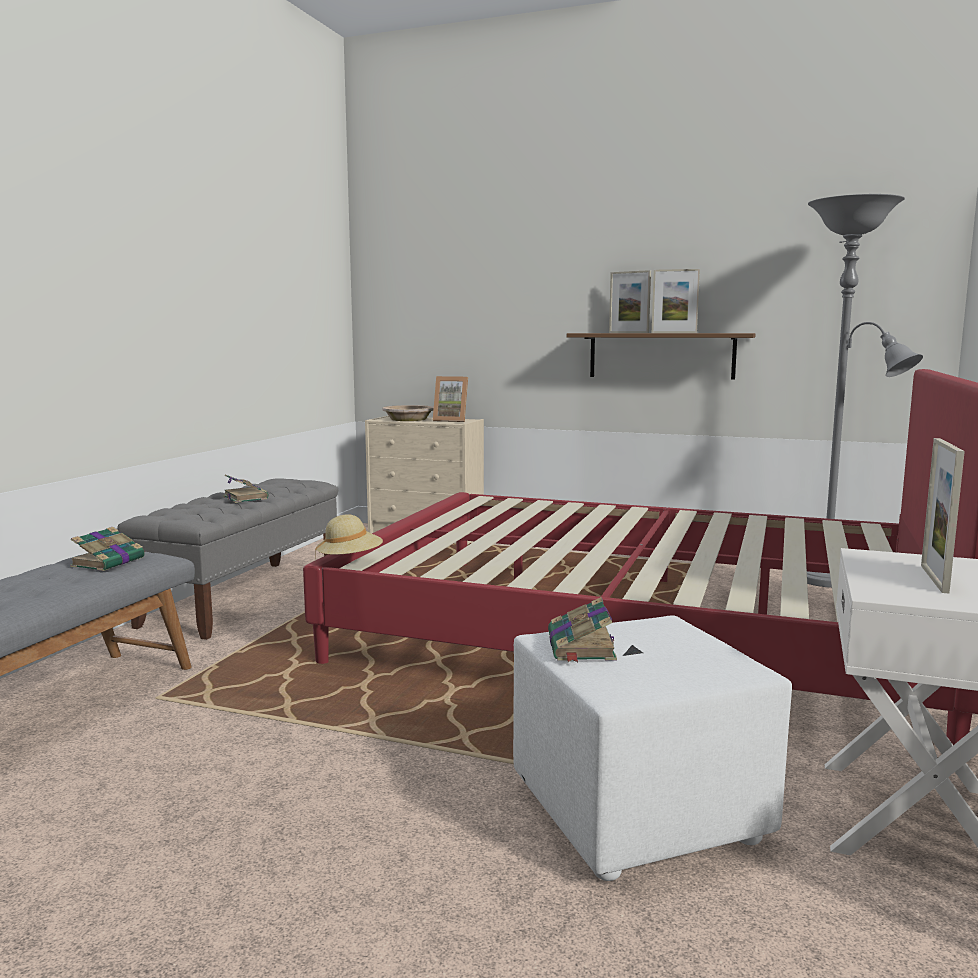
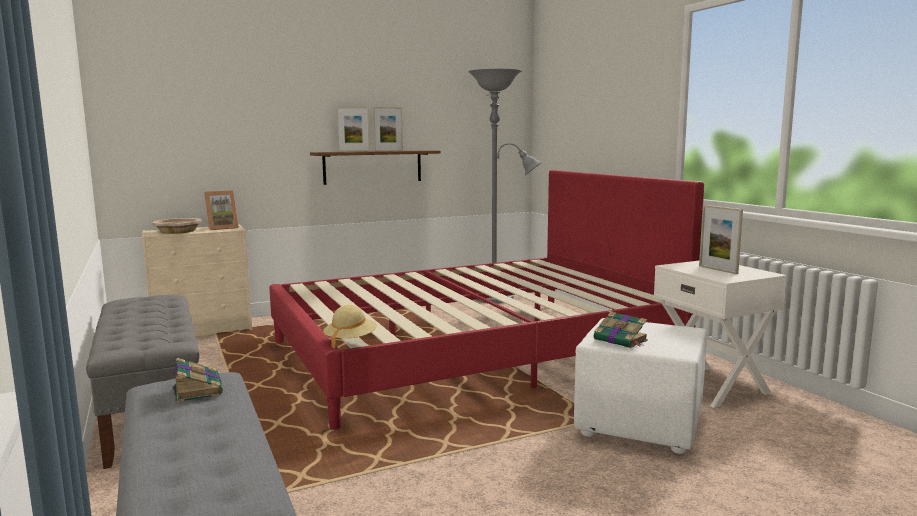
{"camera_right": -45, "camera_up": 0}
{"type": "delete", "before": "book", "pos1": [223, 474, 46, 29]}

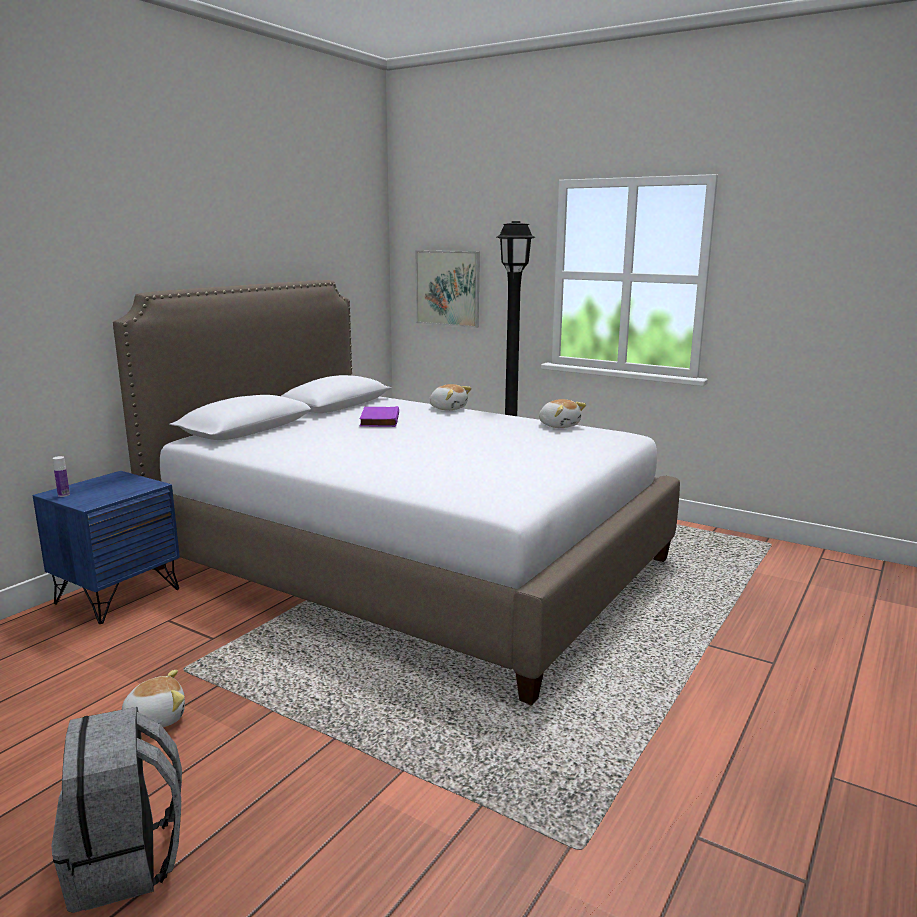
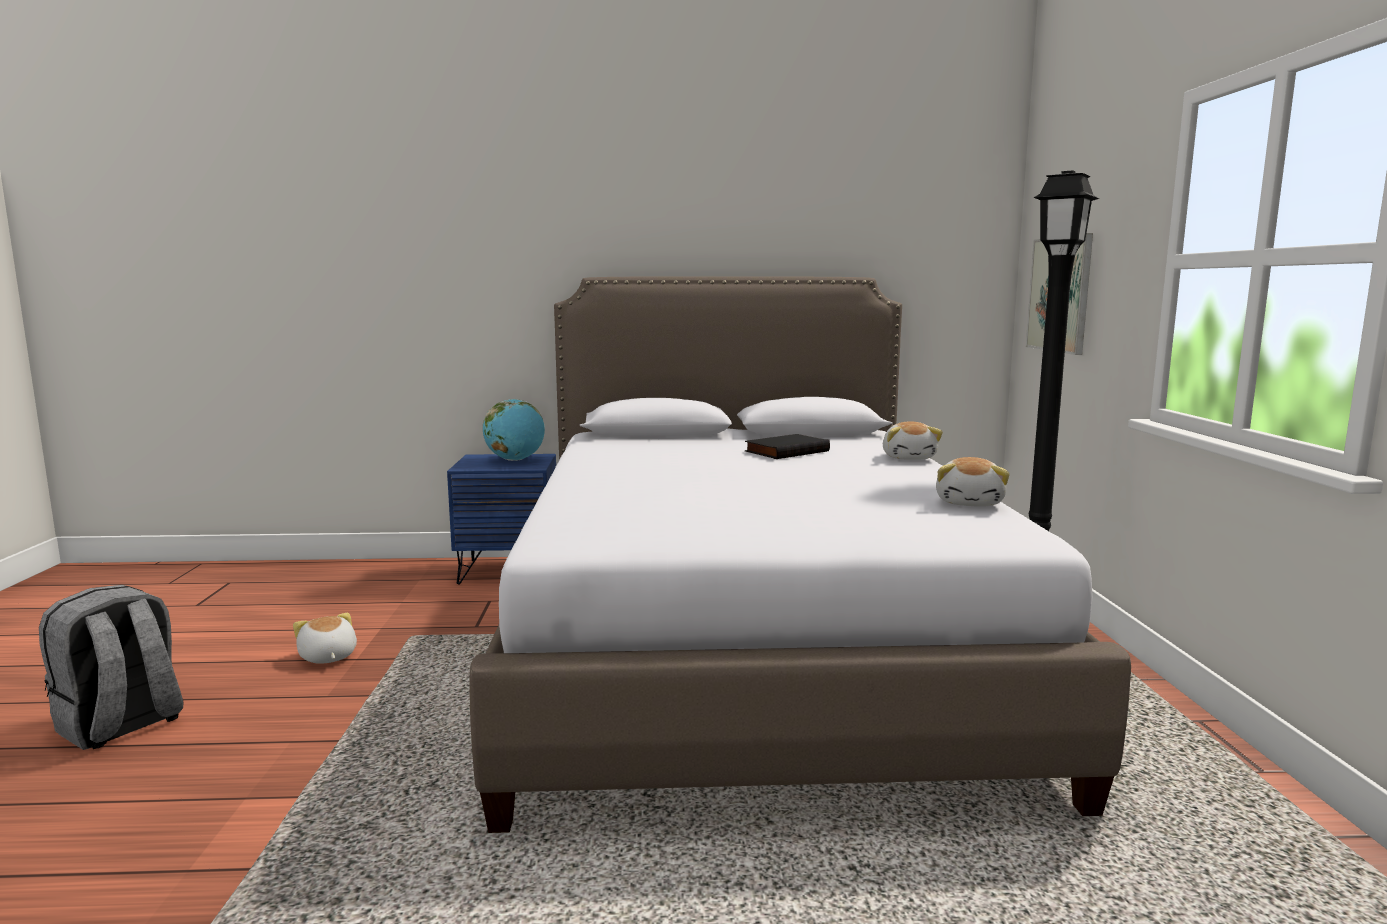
{"camera_right": 55, "camera_up": -5}
{"type": "recolor", "before": "purple-coloured book", "after": "black-coloured book", "pos1": [359, 406, 40, 21], "pos2": [745, 434, 85, 25]}
{"type": "delete", "before": "bottle", "pos1": [53, 456, 17, 41]}
{"type": "rotate", "before": "soft toy", "pos1": [122, 670, 63, 57], "pos2": [293, 613, 64, 51], "turn": -150}
{"type": "insert", "after": "globe", "pos2": [483, 399, 62, 62]}

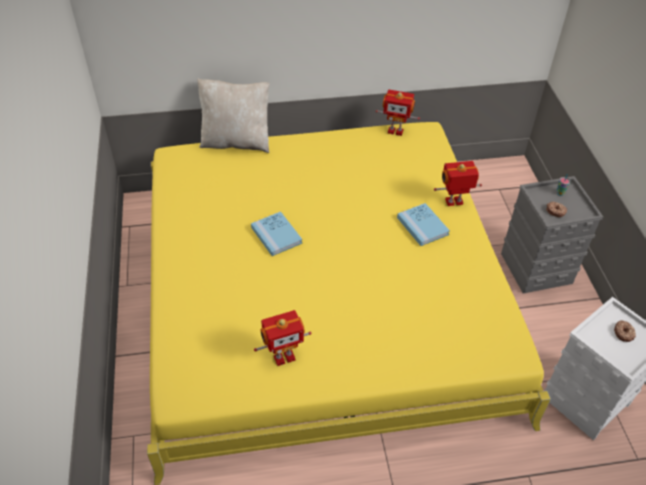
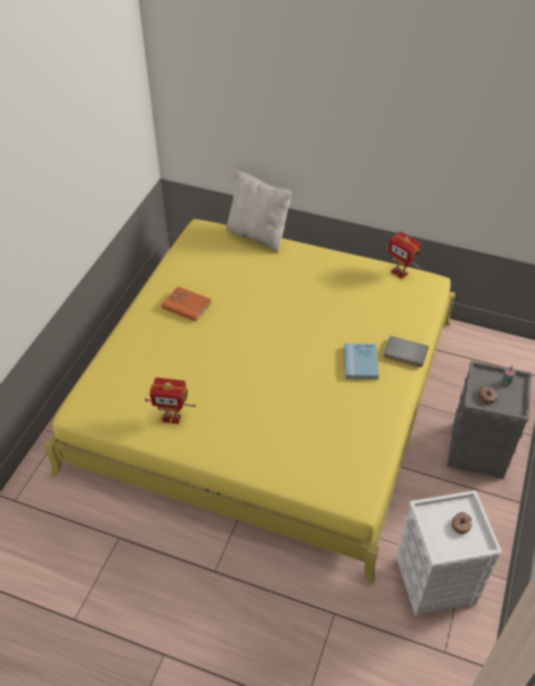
{"camera_right": 30, "camera_up": 0}
{"type": "replace", "before": "robot figure", "after": "greyish book", "pos1": [434, 161, 48, 45], "pos2": [384, 336, 45, 31]}
{"type": "delete", "before": "bluish book", "pos1": [251, 211, 51, 45]}
{"type": "insert", "after": "orange book", "pos2": [161, 286, 50, 36]}

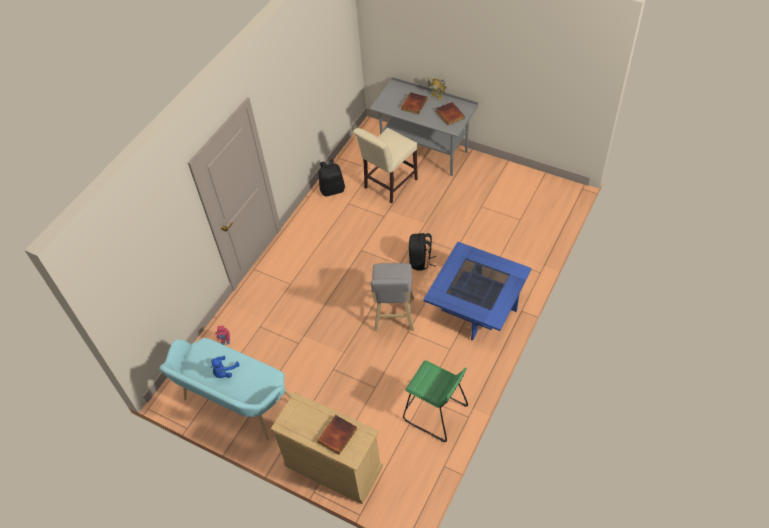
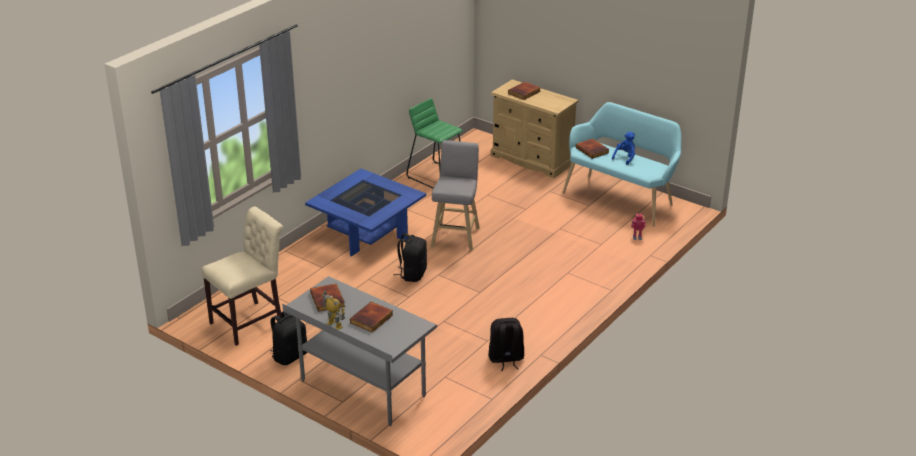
{"camera_right": -175, "camera_up": -20}
{"type": "move", "before": "beige-coloured chair", "pos1": [353, 127, 65, 76], "pos2": [202, 207, 81, 139]}
{"type": "insert", "after": "book", "pos2": [576, 139, 33, 20]}
{"type": "insert", "after": "black-coloured knapsack", "pos2": [270, 311, 37, 54]}

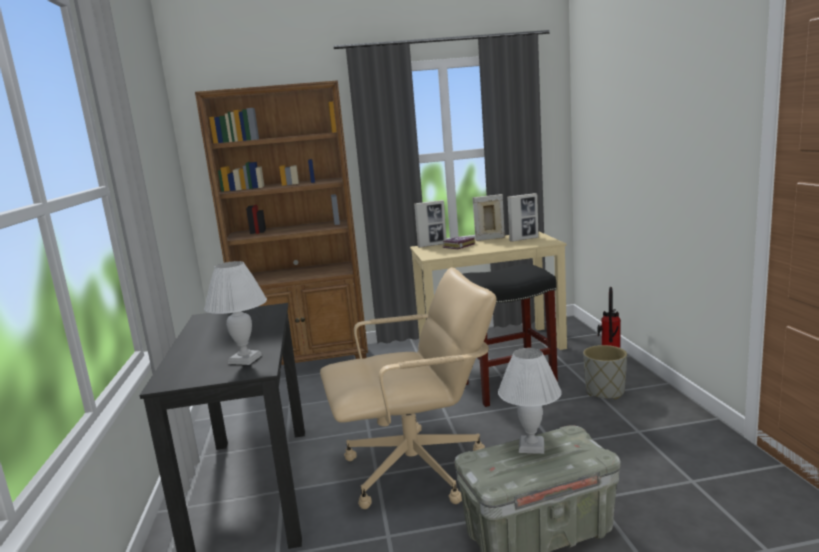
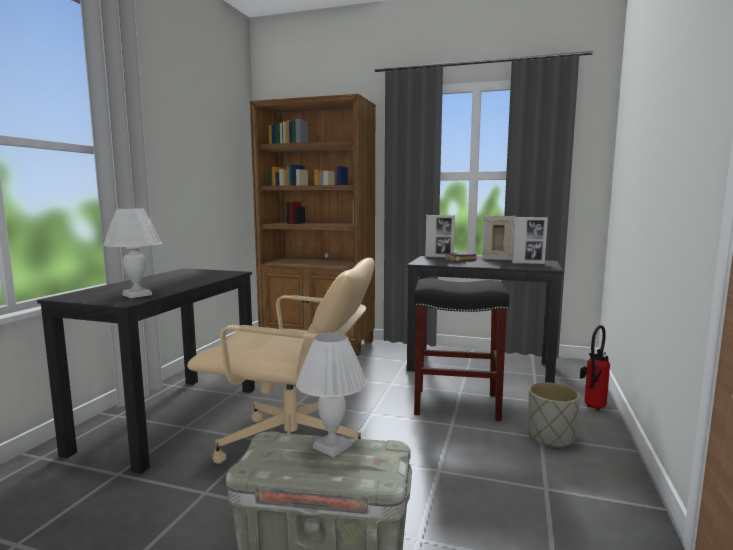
{"camera_right": 25, "camera_up": -5}
{"type": "recolor", "before": "beige-coloured desk", "after": "black-coloured desk", "pos1": [410, 232, 157, 118], "pos2": [407, 256, 157, 127]}

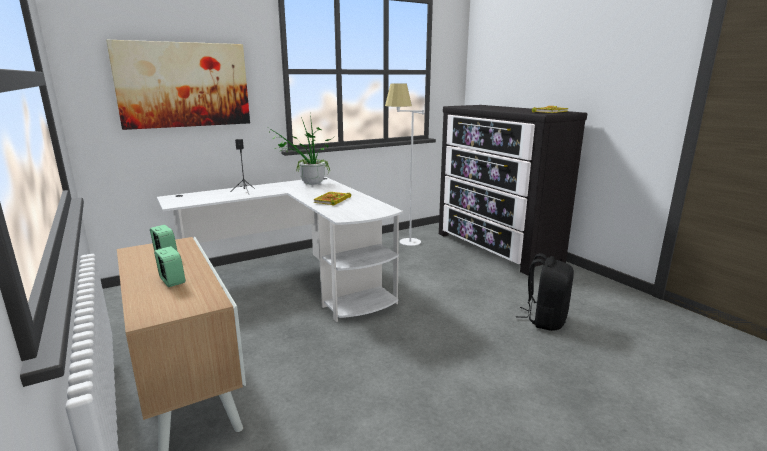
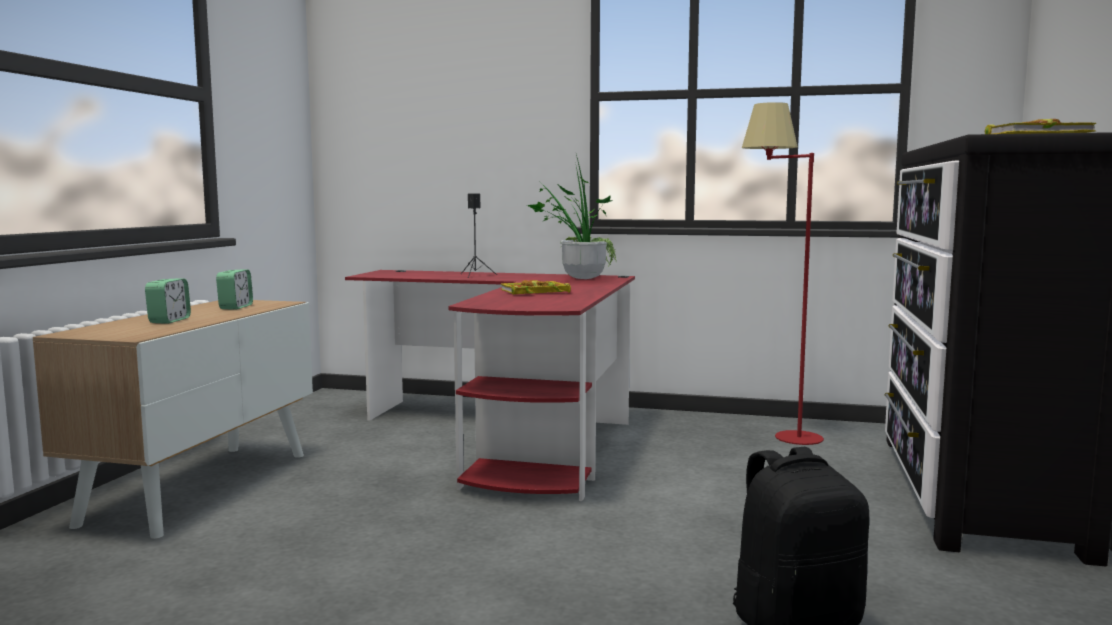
{"camera_right": 45, "camera_up": -10}
{"type": "delete", "before": "wall art", "pos1": [106, 40, 144, 90]}
{"type": "recolor", "before": "white floor lamp", "after": "reddish floor lamp", "pos1": [385, 83, 39, 163], "pos2": [742, 102, 82, 343]}
{"type": "recolor", "before": "white desk", "after": "reddish desk", "pos1": [157, 177, 246, 145], "pos2": [345, 270, 290, 231]}

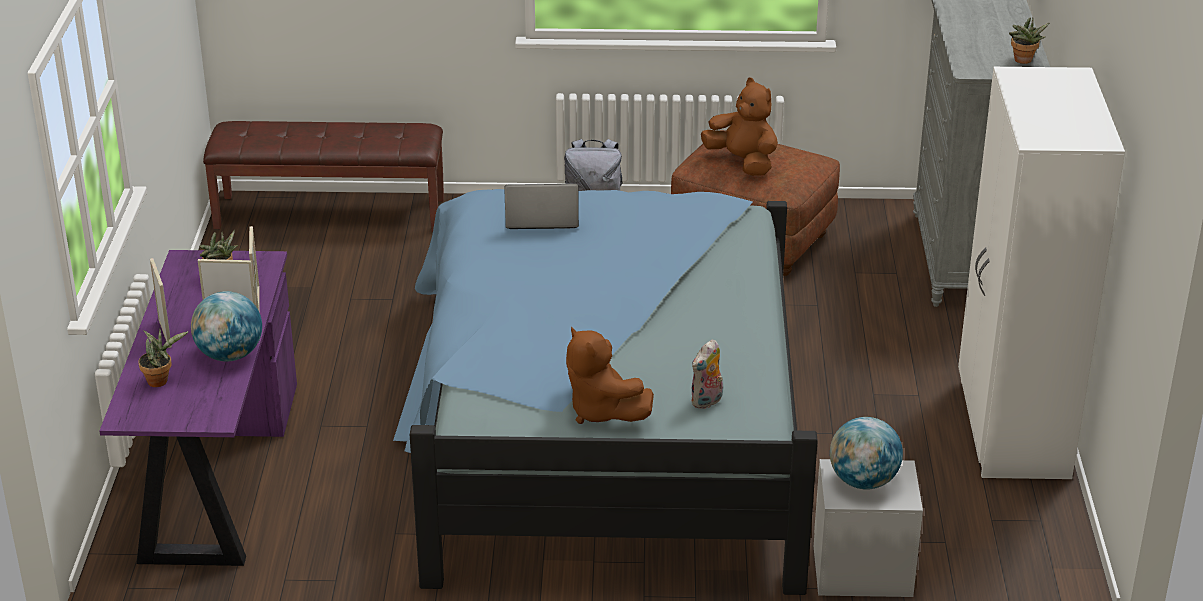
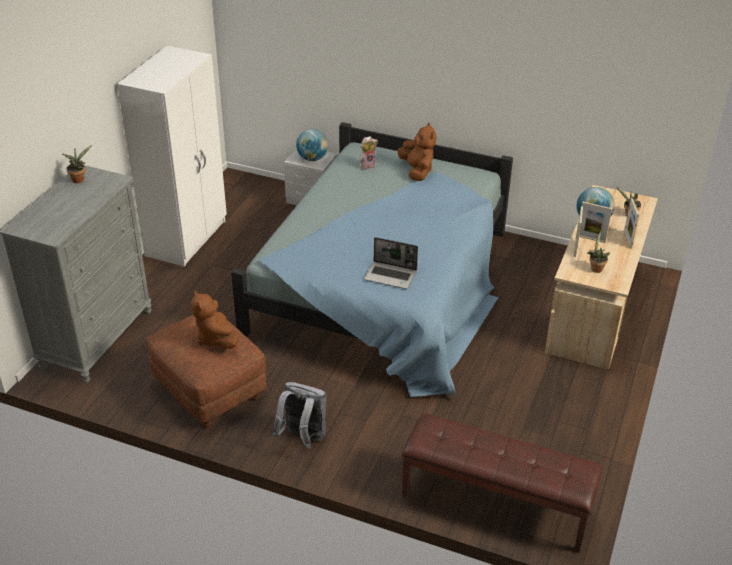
{"camera_right": -160, "camera_up": 5}
{"type": "recolor", "before": "purple-coloured desk", "after": "beige-coloured desk", "pos1": [100, 250, 197, 316], "pos2": [545, 185, 113, 185]}

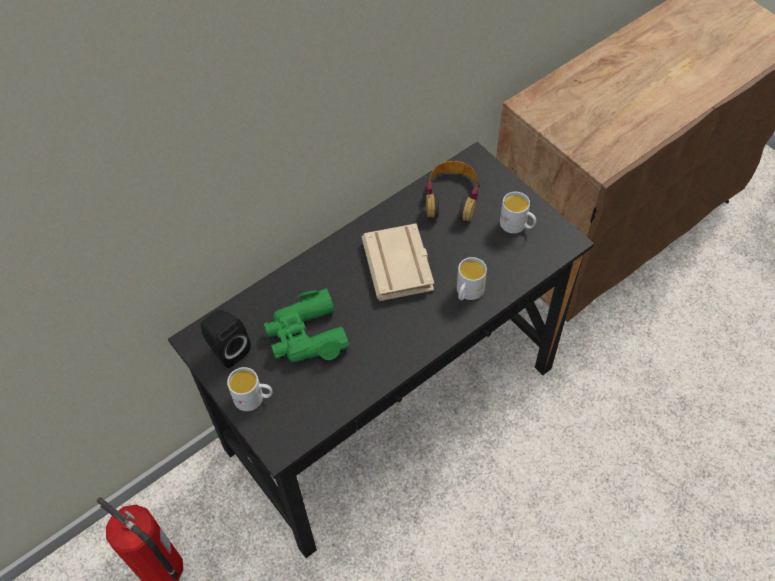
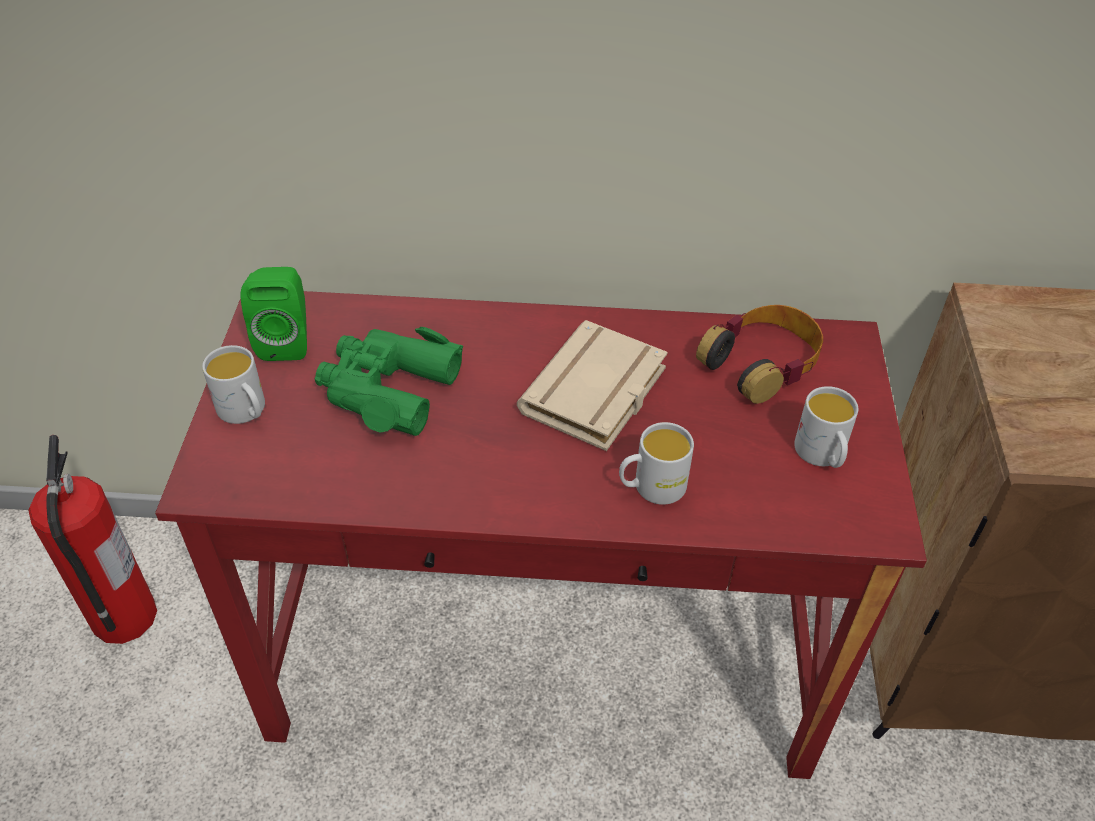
{"camera_right": 40, "camera_up": -10}
{"type": "recolor", "before": "black-coloured desk", "after": "reddish desk", "pos1": [168, 142, 426, 416], "pos2": [155, 291, 772, 488]}
{"type": "recolor", "before": "black-coloured loudspeaker", "after": "green loudspeaker", "pos1": [201, 310, 50, 58], "pos2": [241, 267, 66, 94]}

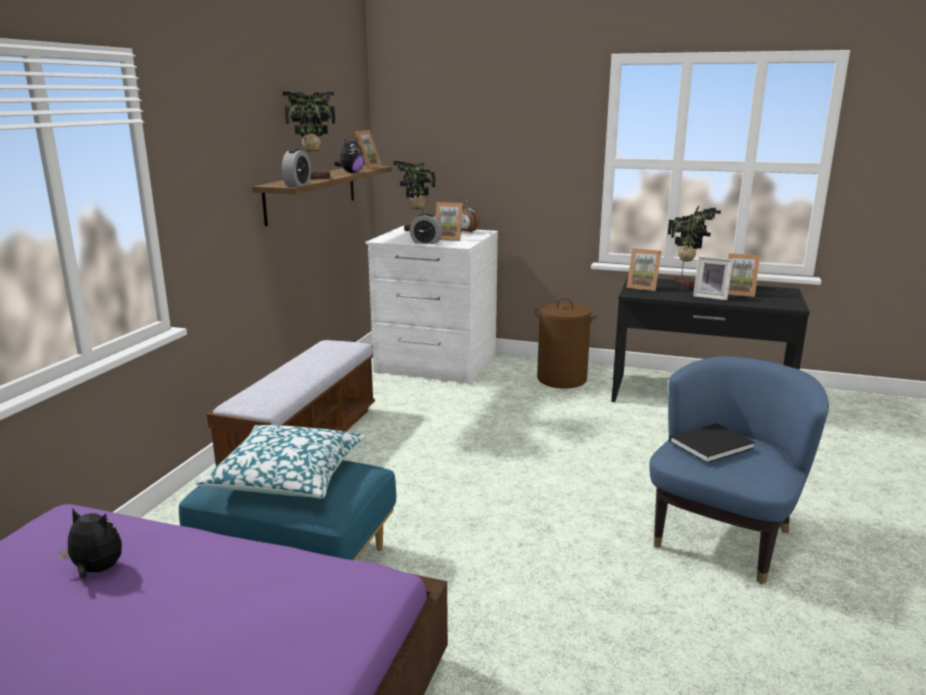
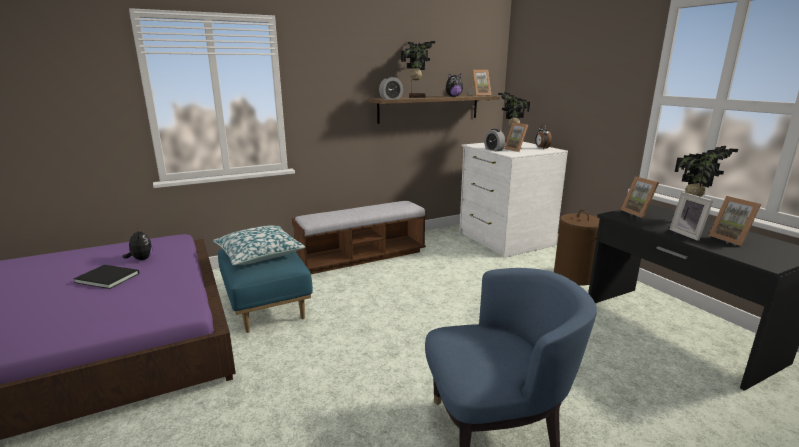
{"camera_right": 45, "camera_up": 0}
{"type": "move", "before": "black-coloured book", "pos1": [669, 423, 86, 40], "pos2": [74, 265, 65, 24]}

